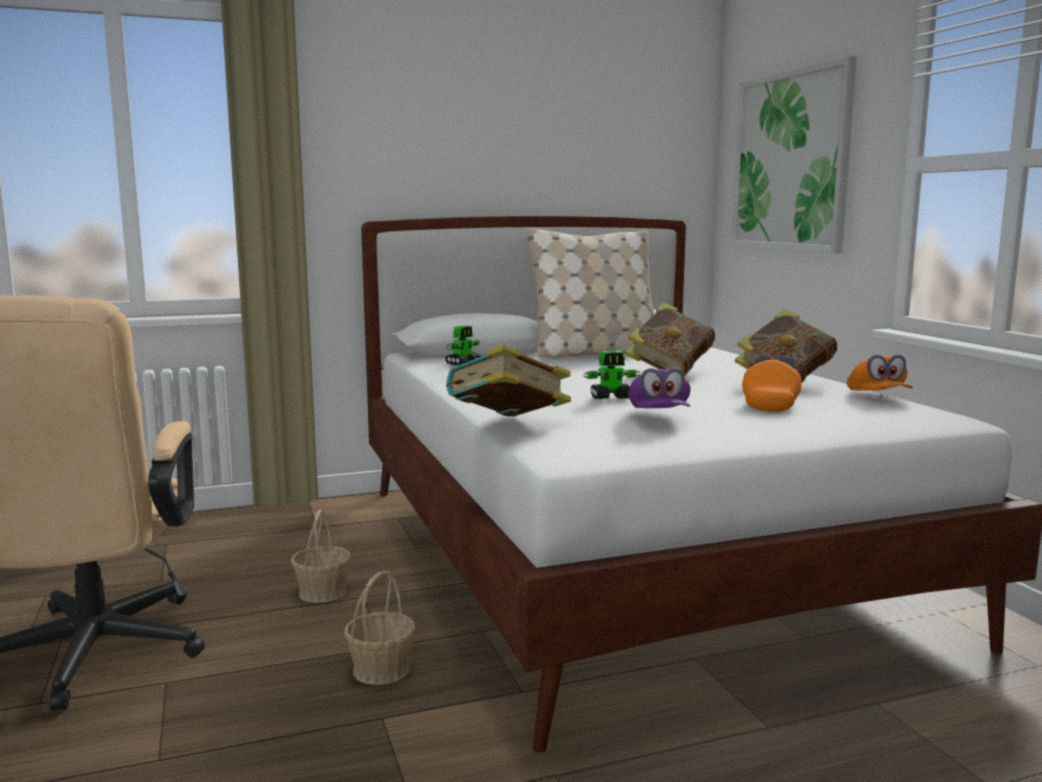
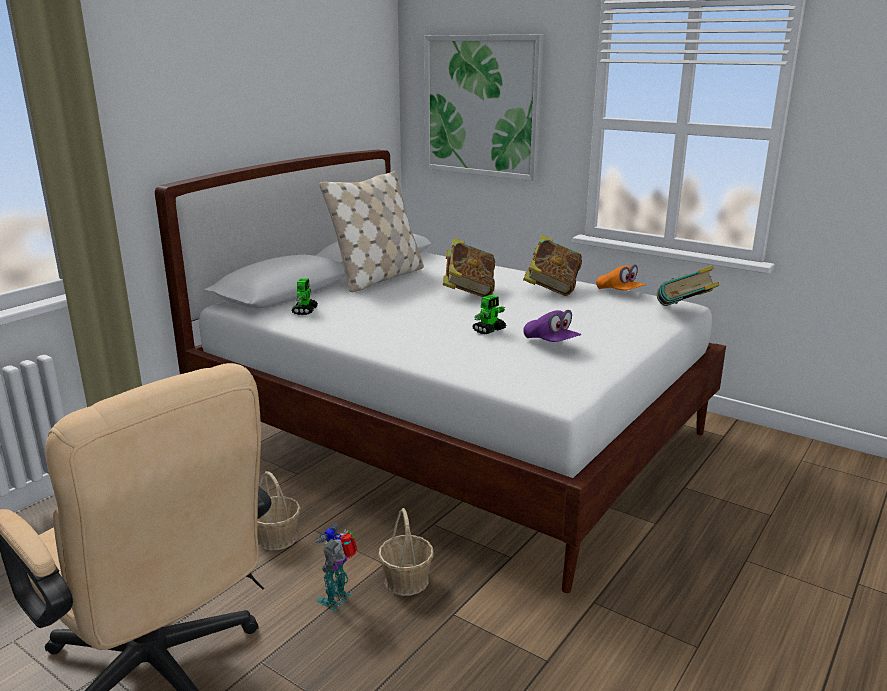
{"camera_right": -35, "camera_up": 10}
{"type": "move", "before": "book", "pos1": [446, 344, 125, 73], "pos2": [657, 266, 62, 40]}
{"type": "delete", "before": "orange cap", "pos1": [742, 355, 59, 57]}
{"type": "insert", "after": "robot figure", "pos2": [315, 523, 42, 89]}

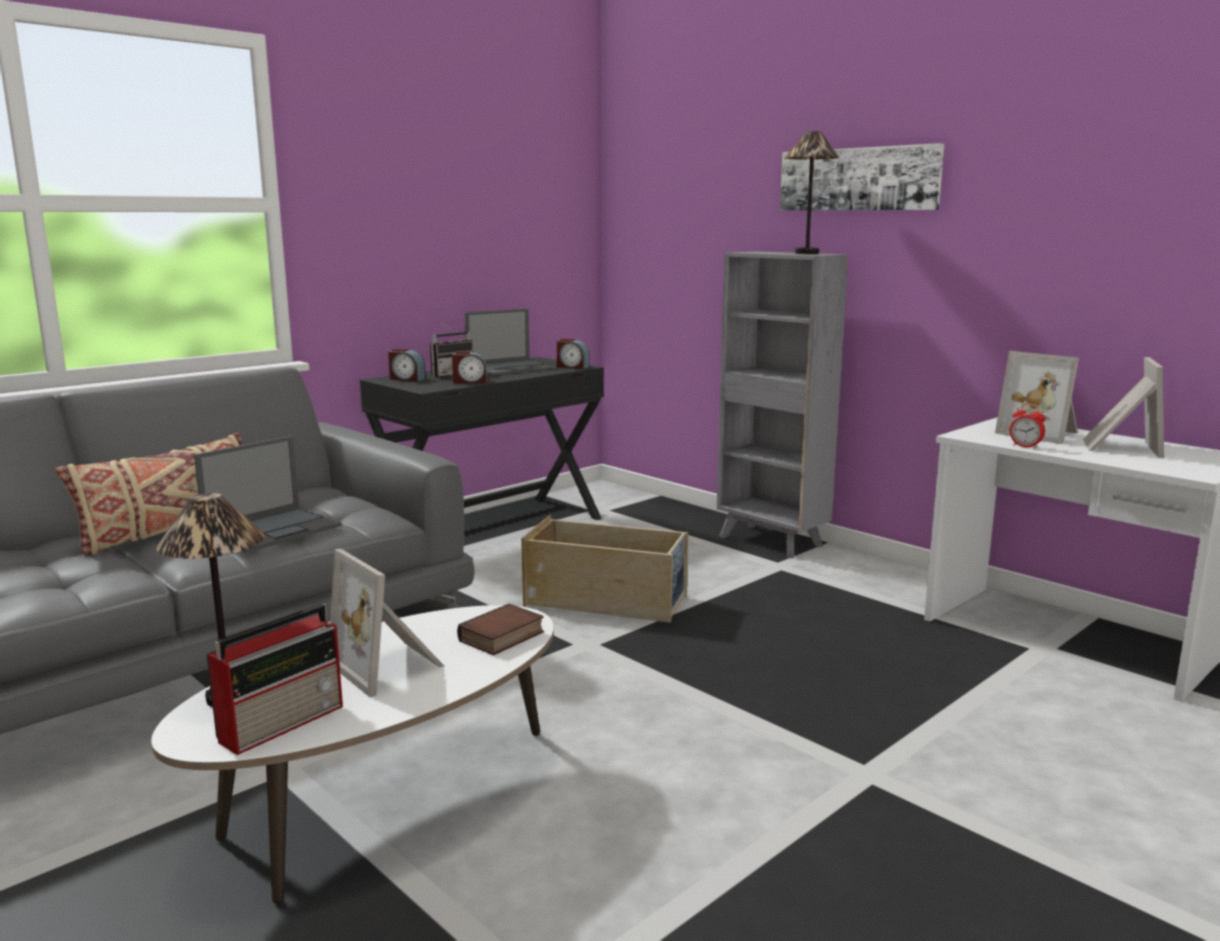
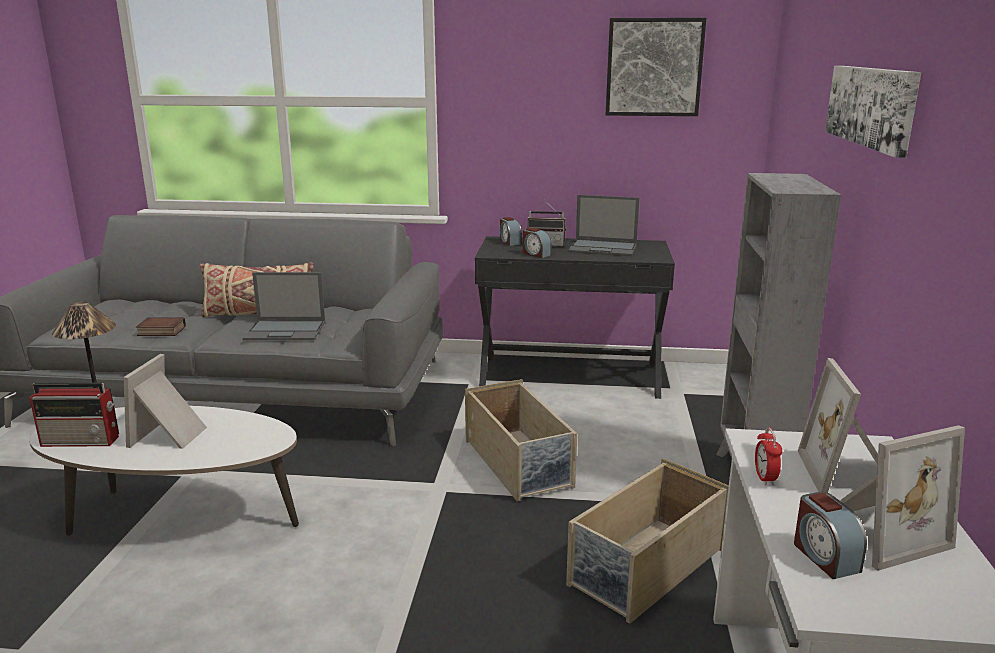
{"camera_right": 50, "camera_up": 5}
{"type": "delete", "before": "lamp for a table", "pos1": [785, 131, 55, 123]}
{"type": "move", "before": "alarm clock", "pos1": [556, 338, 34, 31], "pos2": [794, 492, 73, 87]}
{"type": "move", "before": "book", "pos1": [457, 604, 87, 51], "pos2": [136, 318, 50, 18]}
{"type": "insert", "after": "wall art", "pos2": [606, 18, 100, 98]}
{"type": "insert", "after": "beige-coloured storage box", "pos2": [566, 458, 163, 166]}

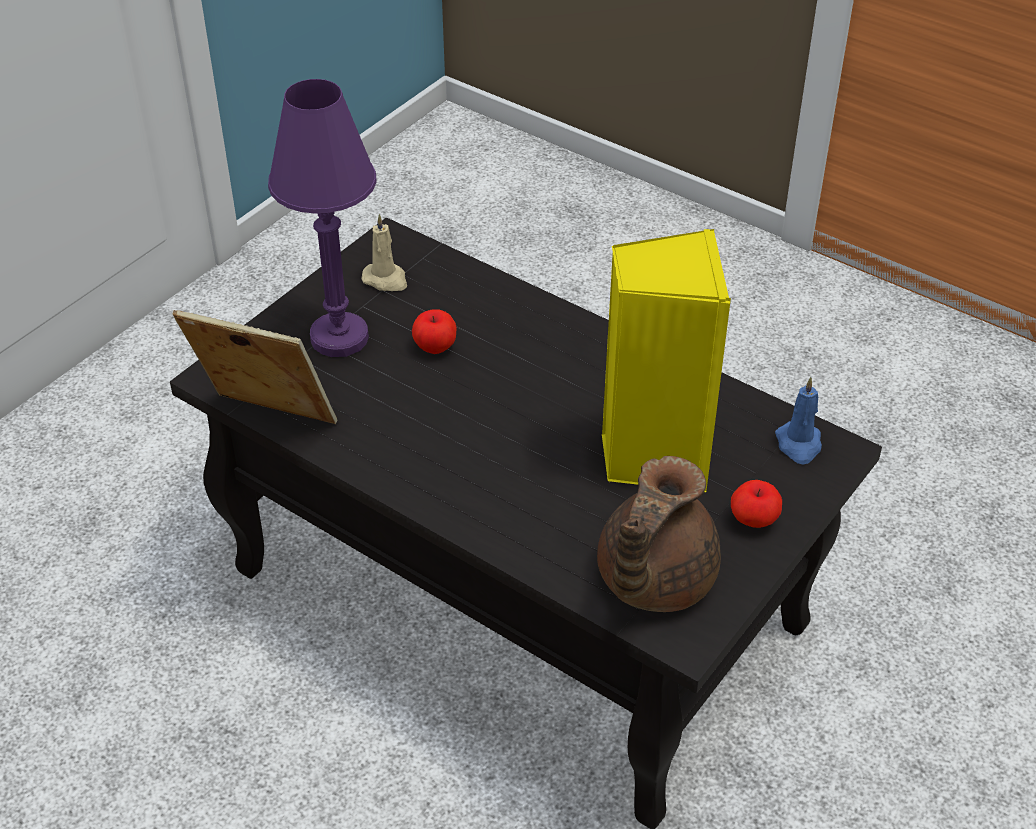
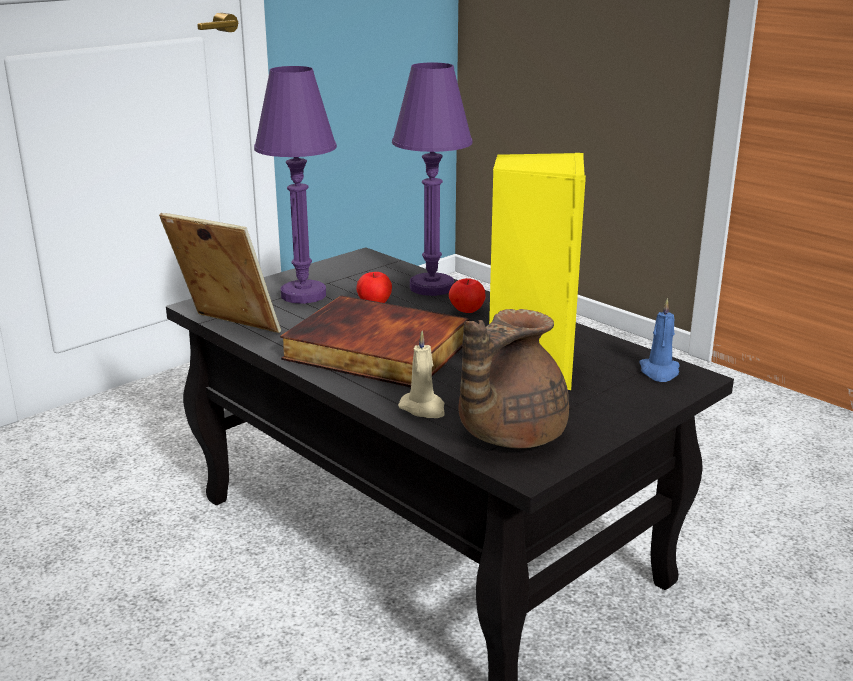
{"camera_right": 10, "camera_up": -20}
{"type": "move", "before": "beige-coloured candle", "pos1": [361, 214, 46, 77], "pos2": [398, 331, 47, 87]}
{"type": "move", "before": "apple", "pos1": [731, 480, 51, 48], "pos2": [449, 278, 37, 35]}
{"type": "insert", "after": "purple-coloured lamp for a table", "pos2": [392, 63, 81, 233]}
{"type": "insert", "after": "book", "pos2": [280, 295, 190, 92]}

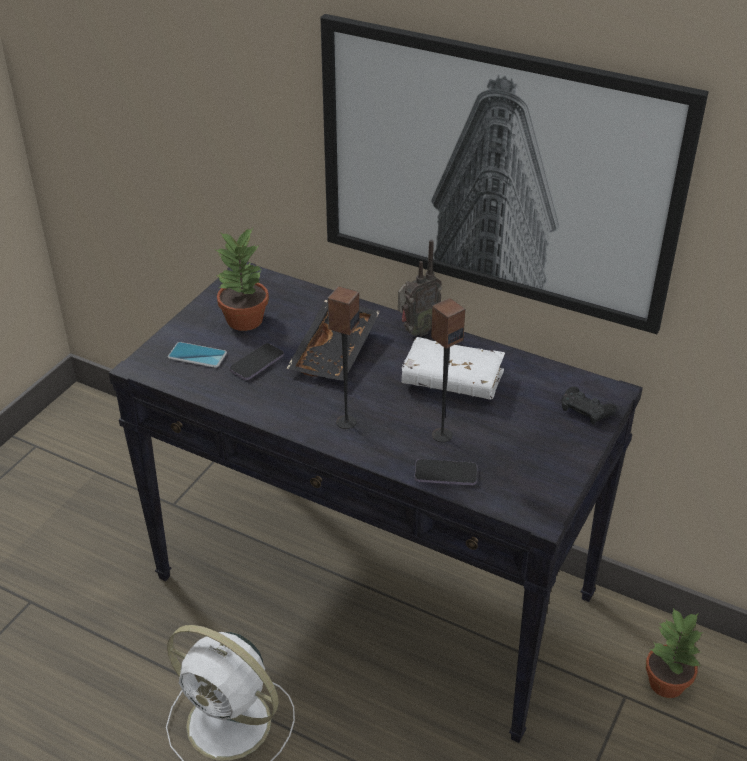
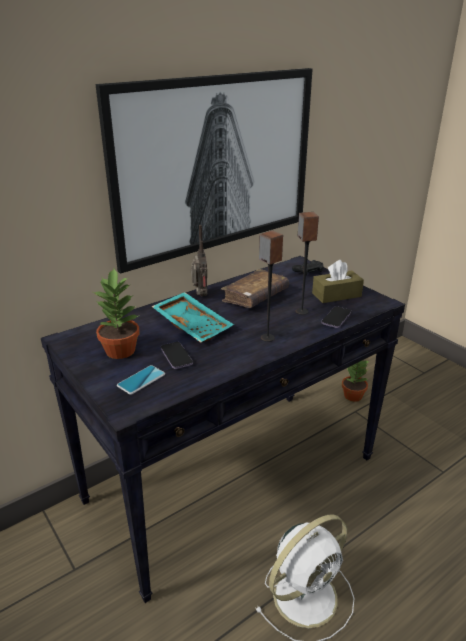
{"camera_right": -65, "camera_up": -10}
{"type": "recolor", "before": "black-coloured serving tray", "after": "turquoise serving tray", "pos1": [286, 300, 94, 81], "pos2": [151, 292, 83, 51]}
{"type": "recolor", "before": "white book", "after": "brown book", "pos1": [402, 337, 103, 63], "pos2": [221, 269, 68, 39]}
{"type": "insert", "after": "brown tissue holder", "pos2": [312, 260, 52, 43]}

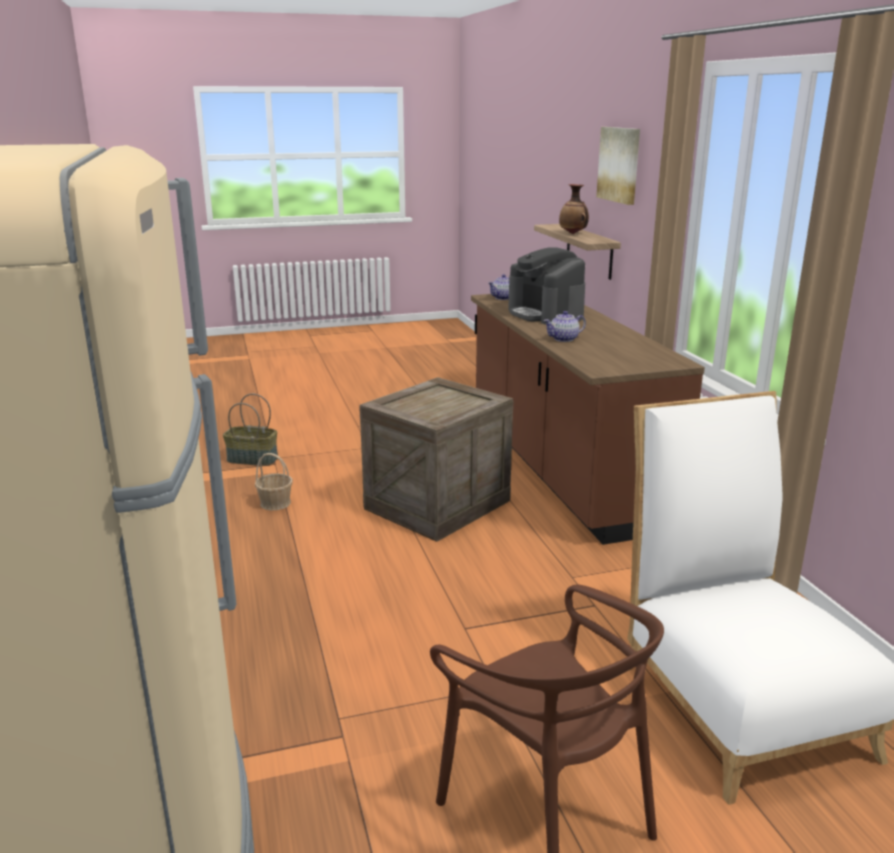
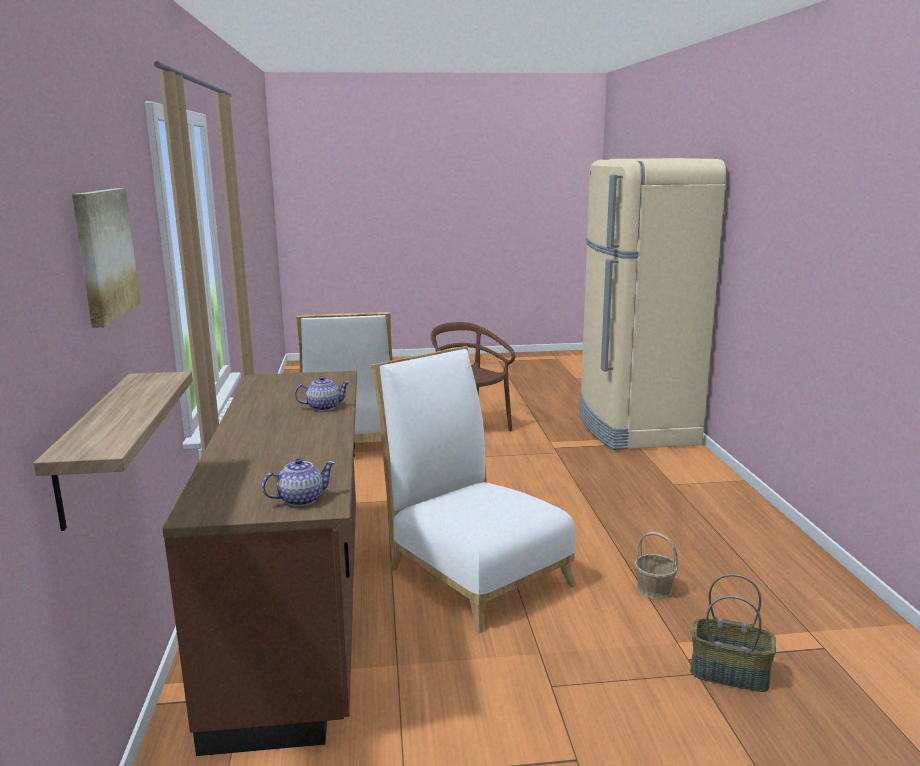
{"camera_right": -170, "camera_up": -5}
{"type": "delete", "before": "decorative vase", "pos1": [559, 184, 30, 50]}
{"type": "delete", "before": "coffee maker", "pos1": [508, 247, 77, 78]}
{"type": "replace", "before": "shipping crate", "after": "white chair", "pos1": [359, 377, 154, 165], "pos2": [371, 346, 205, 288]}

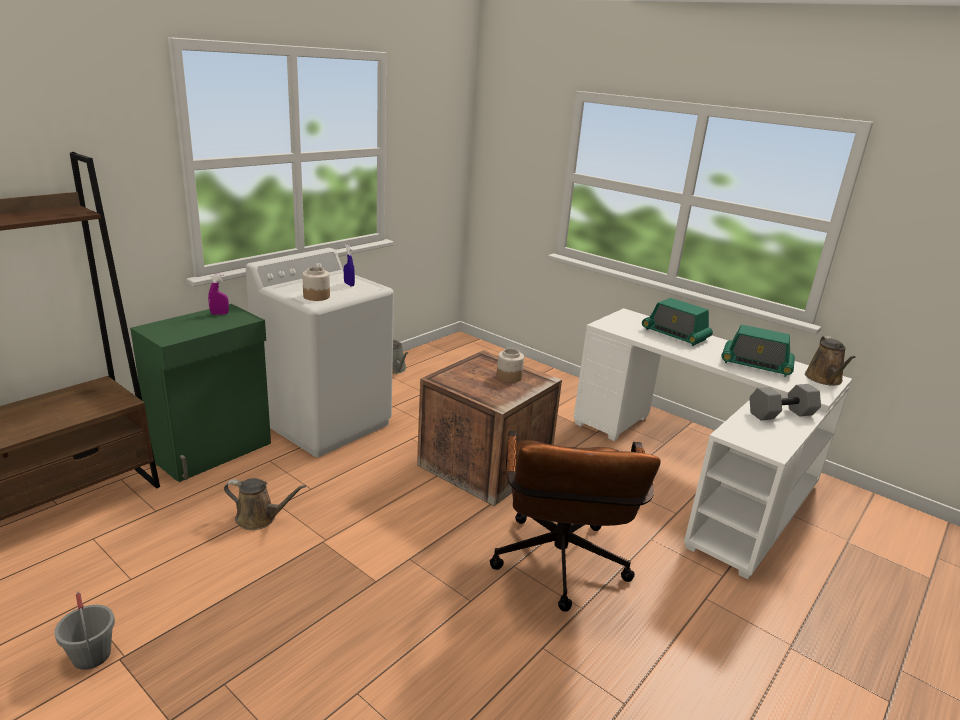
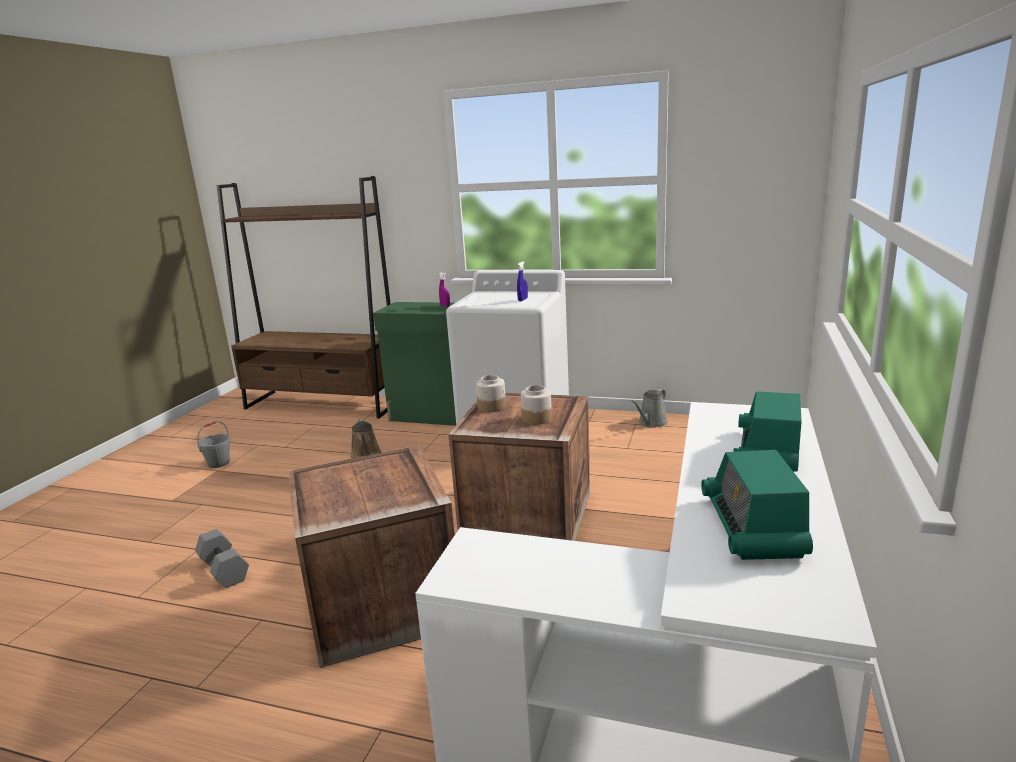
{"camera_right": 70, "camera_up": -5}
{"type": "move", "before": "preserve jar", "pos1": [302, 267, 28, 34], "pos2": [476, 375, 30, 37]}
{"type": "delete", "before": "brown sprinkling can", "pos1": [805, 336, 51, 50]}
{"type": "move", "before": "greyish hand weight", "pos1": [749, 384, 72, 37], "pos2": [195, 529, 54, 59]}
{"type": "replace", "before": "brown desk chair", "after": "shipping crate", "pos1": [490, 431, 170, 181], "pos2": [288, 446, 167, 222]}

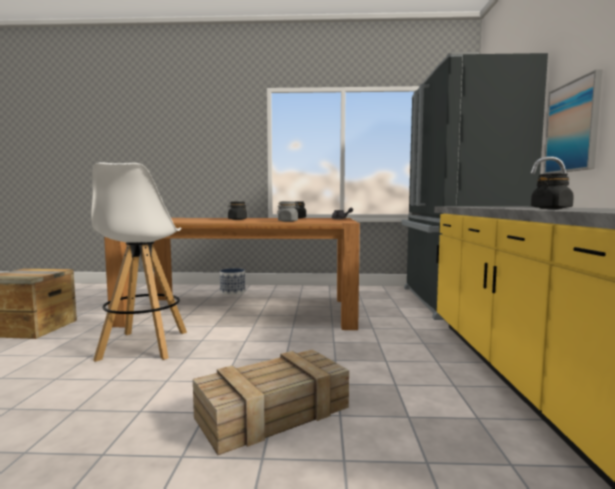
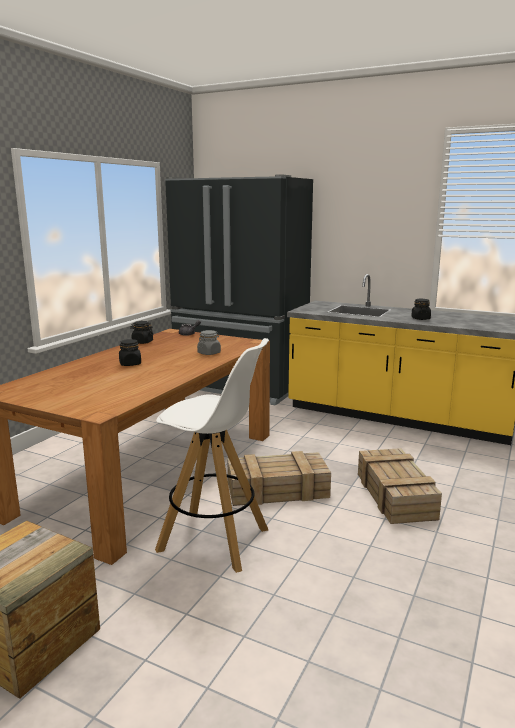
{"camera_right": -65, "camera_up": 10}
{"type": "delete", "before": "wall art", "pos1": [544, 69, 58, 105]}
{"type": "delete", "before": "plant pot", "pos1": [220, 268, 25, 27]}
{"type": "insert", "after": "shipping crate", "pos2": [227, 451, 104, 55]}

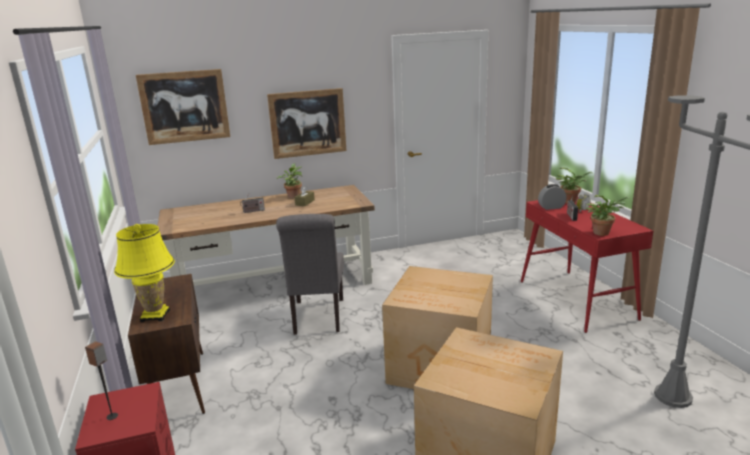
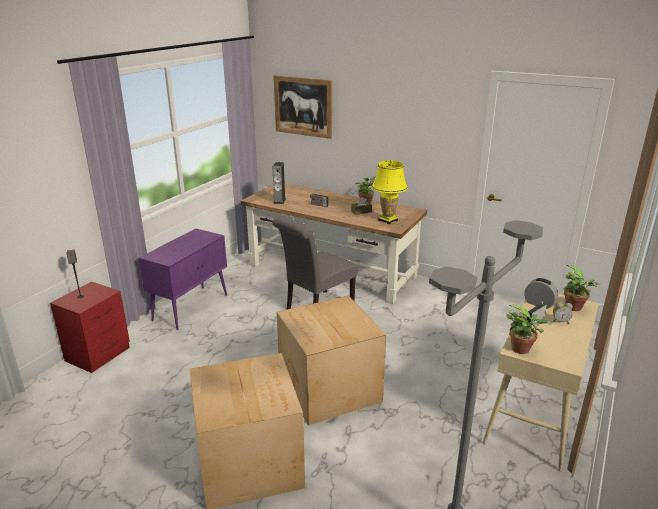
{"camera_right": 45, "camera_up": 5}
{"type": "delete", "before": "wall art", "pos1": [267, 88, 79, 71]}
{"type": "recolor", "before": "reddish narrow table", "after": "beige-coloured narrow table", "pos1": [521, 198, 132, 135], "pos2": [483, 294, 116, 177]}
{"type": "move", "before": "yellowish lamp for a table", "pos1": [114, 224, 61, 98], "pos2": [372, 160, 36, 64]}
{"type": "recolor", "before": "brown cupboard", "after": "purple-coloured cupboard", "pos1": [128, 274, 77, 140], "pos2": [139, 228, 88, 102]}
{"type": "insert", "after": "loudspeaker", "pos2": [272, 162, 14, 42]}

